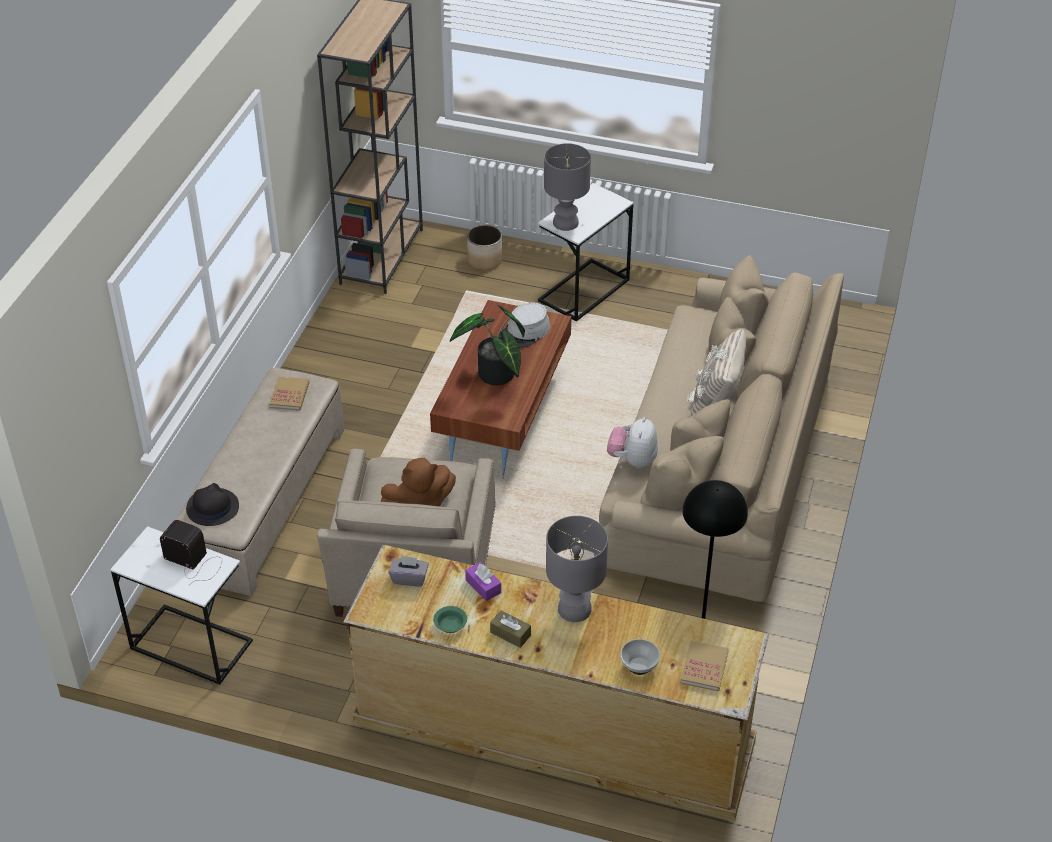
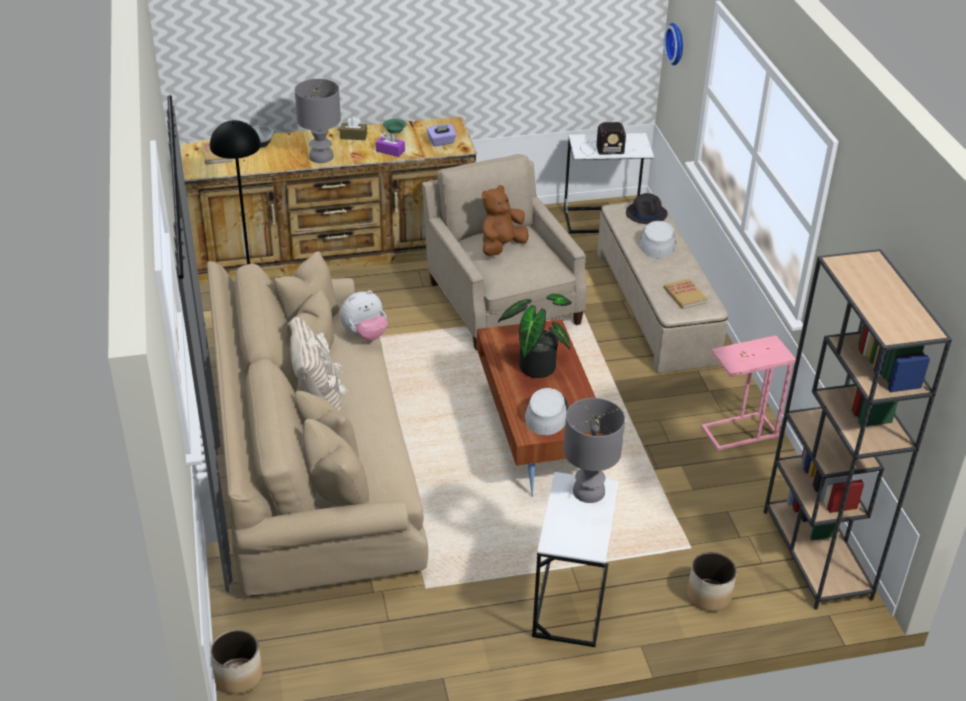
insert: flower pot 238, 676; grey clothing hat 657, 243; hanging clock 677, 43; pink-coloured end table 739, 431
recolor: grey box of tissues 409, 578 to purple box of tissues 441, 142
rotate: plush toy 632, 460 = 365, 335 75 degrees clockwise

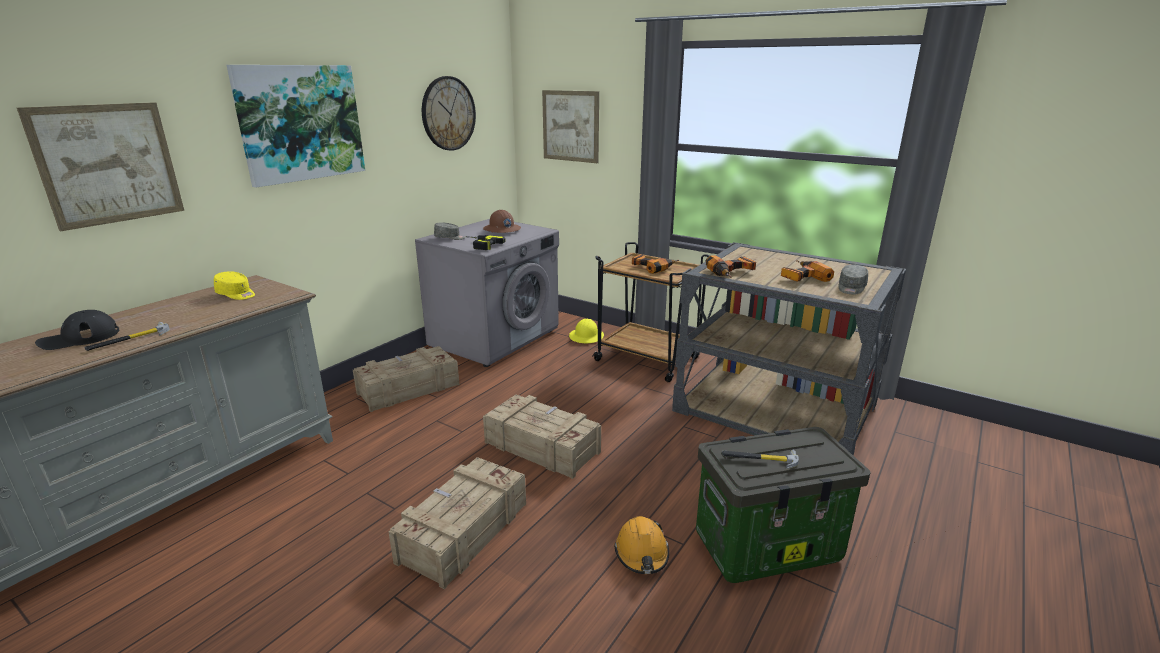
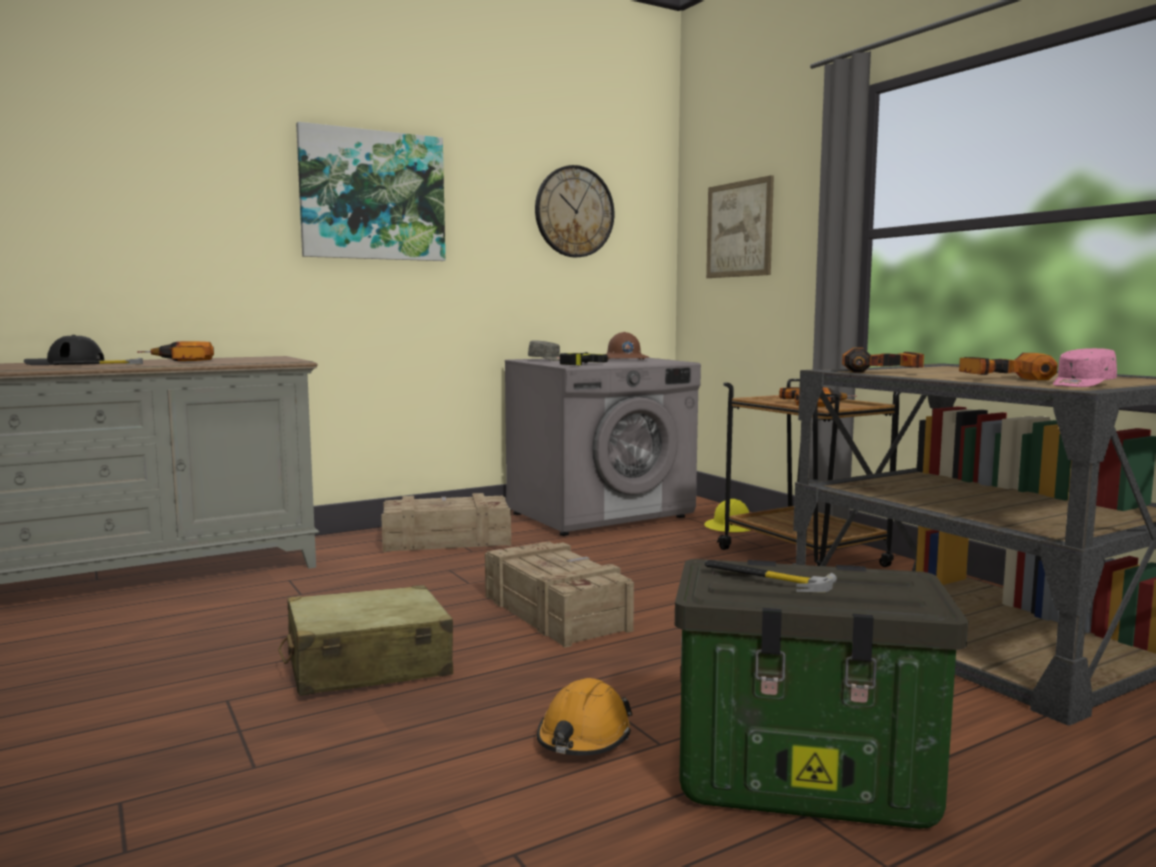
delete: picture 108, 164; yellowish baseball cap 236, 294
insert: power drill 179, 362
replace: packing crate 462, 532 to beige travel case 367, 665
recolor: grey baseball cap 851, 288 to pink-coloured baseball cap 1081, 384

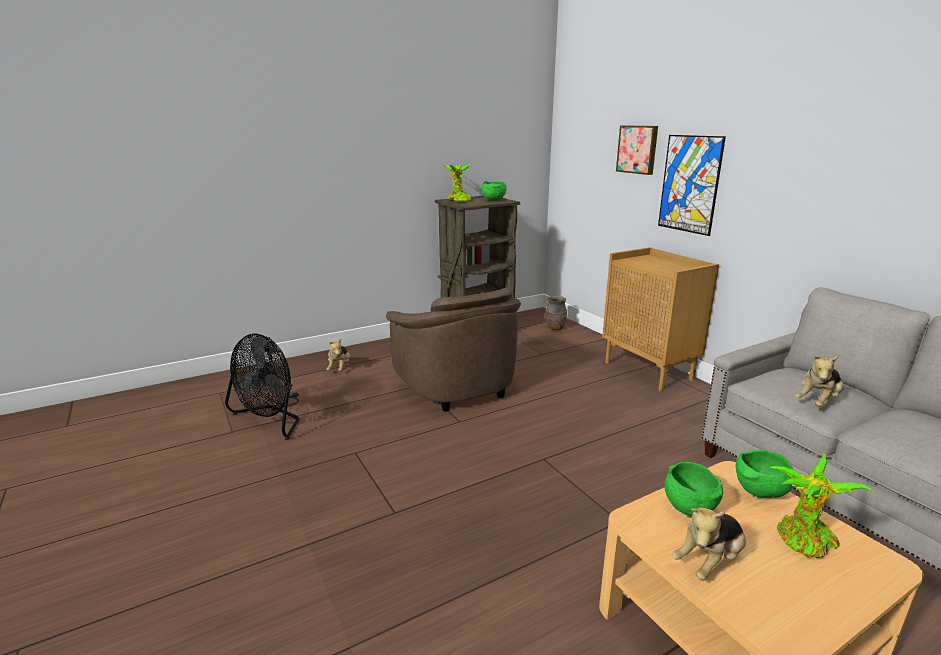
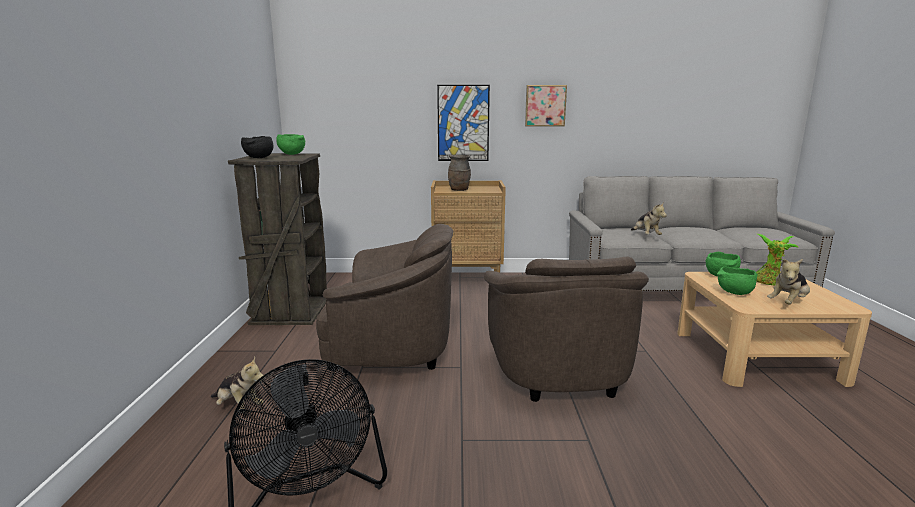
insert: brownish armchair 558, 371
move: brownish decorative vase 555, 328 to 459, 190; picture 638, 149 to 545, 105
replace: potted plant 458, 200 to black bowl 258, 158
rotate: plush toy 709, 561 = 788, 303 60 degrees clockwise

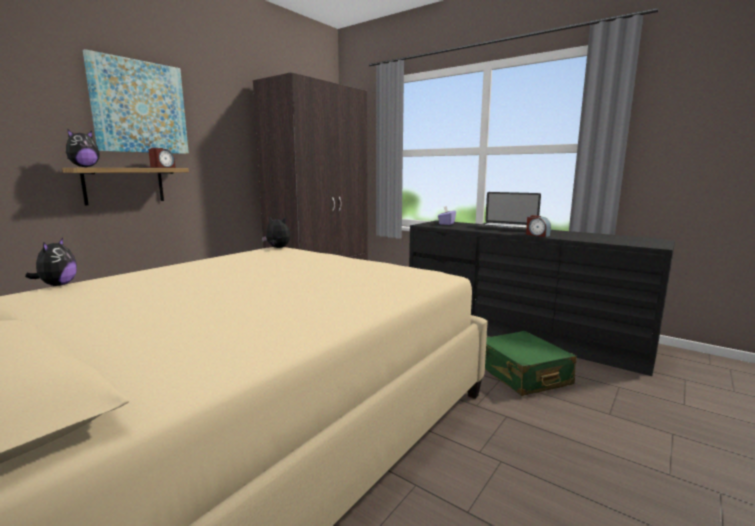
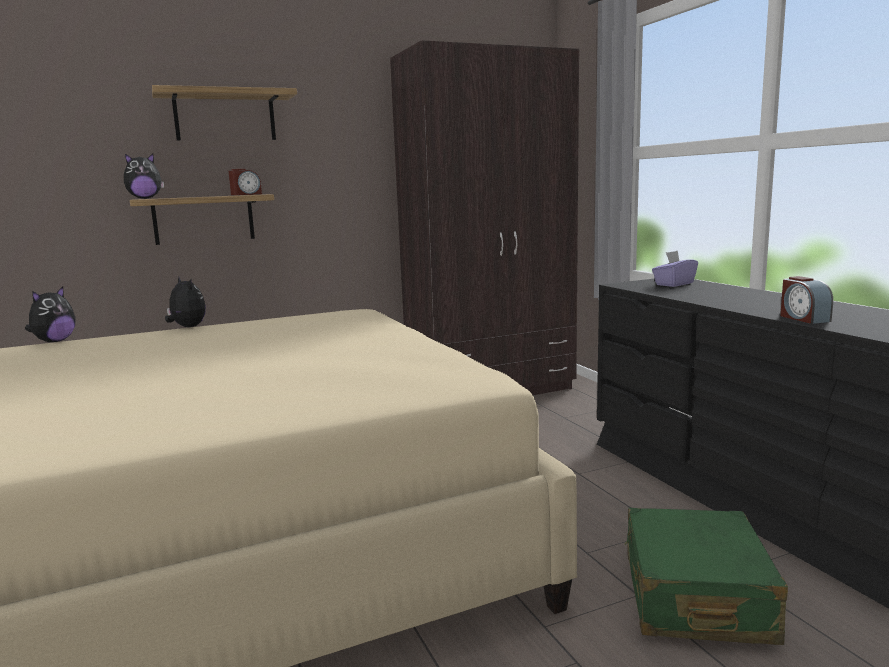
delete: portable computer 507, 228
move: plush toy 277, 248 to 187, 327
replace: picture 139, 107 to bracket shelf 225, 116

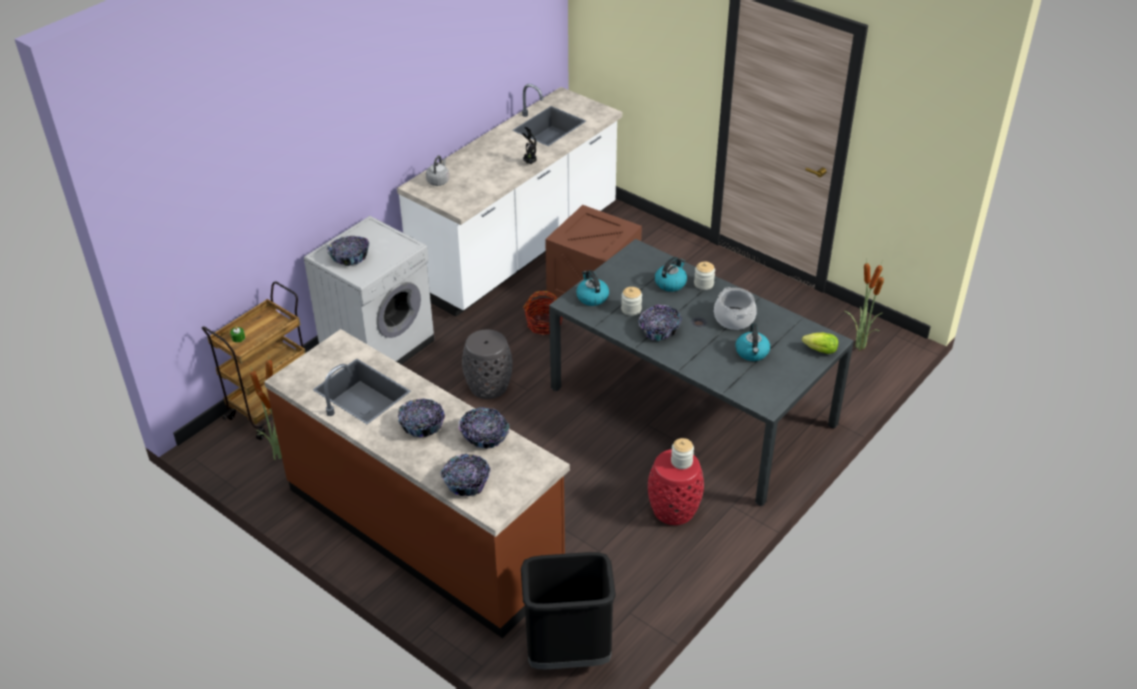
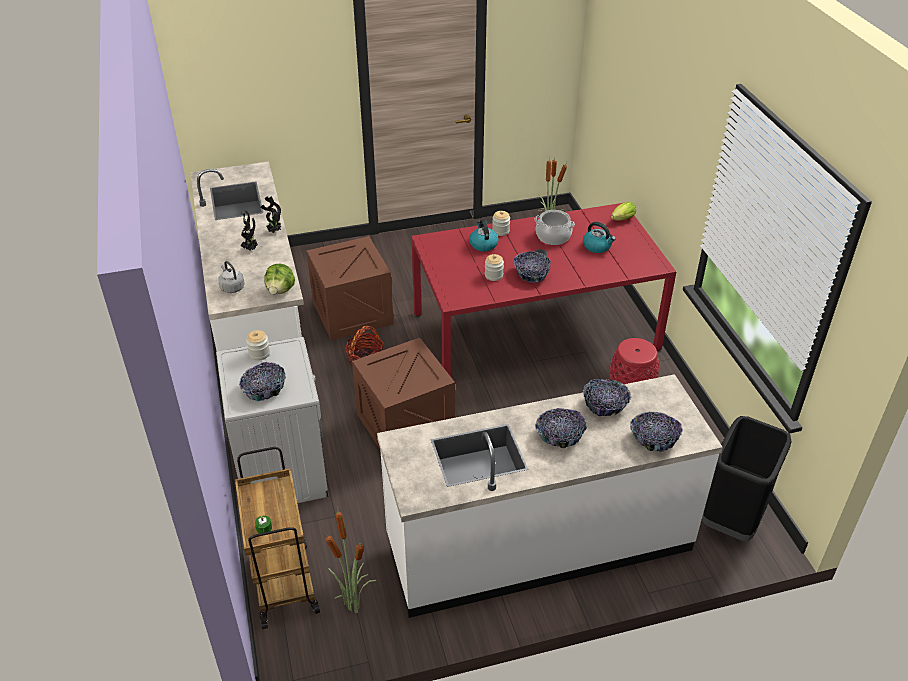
delete: water kettle 592, 297
insert: potted plant 251, 249; head of lettuce 281, 290
move: storage jar 681, 461 to 259, 353
replace: grey sitting stool 489, 386 to packing crate 405, 425
recolor: brownish counter 424, 530 to white-coloured counter 538, 544; grey dinner table 691, 407 to red dinner table 535, 331

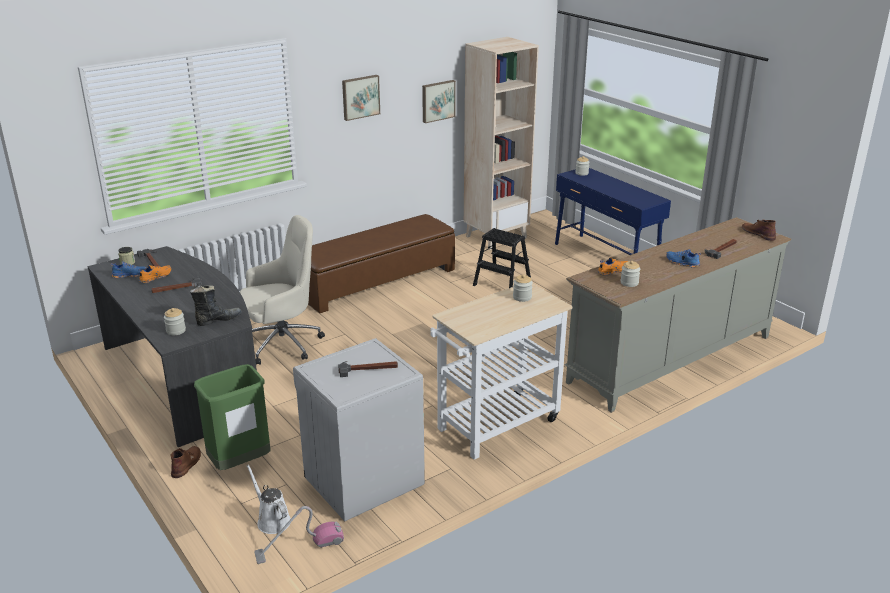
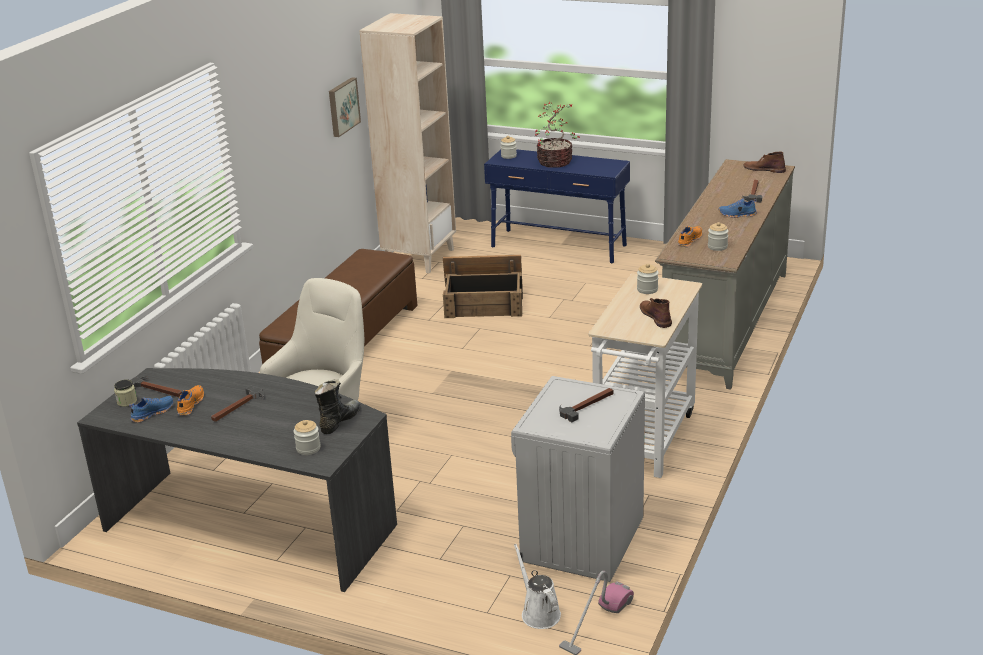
delete: green waste bin 240, 463; picture 360, 97
insert: potted plant 556, 162
move: brownish tall boot 187, 463 to 655, 316
replace: black step stool 502, 282 to packing crate 484, 303
rotate: white-coloured watering can 272, 520 = 538, 613 45 degrees clockwise

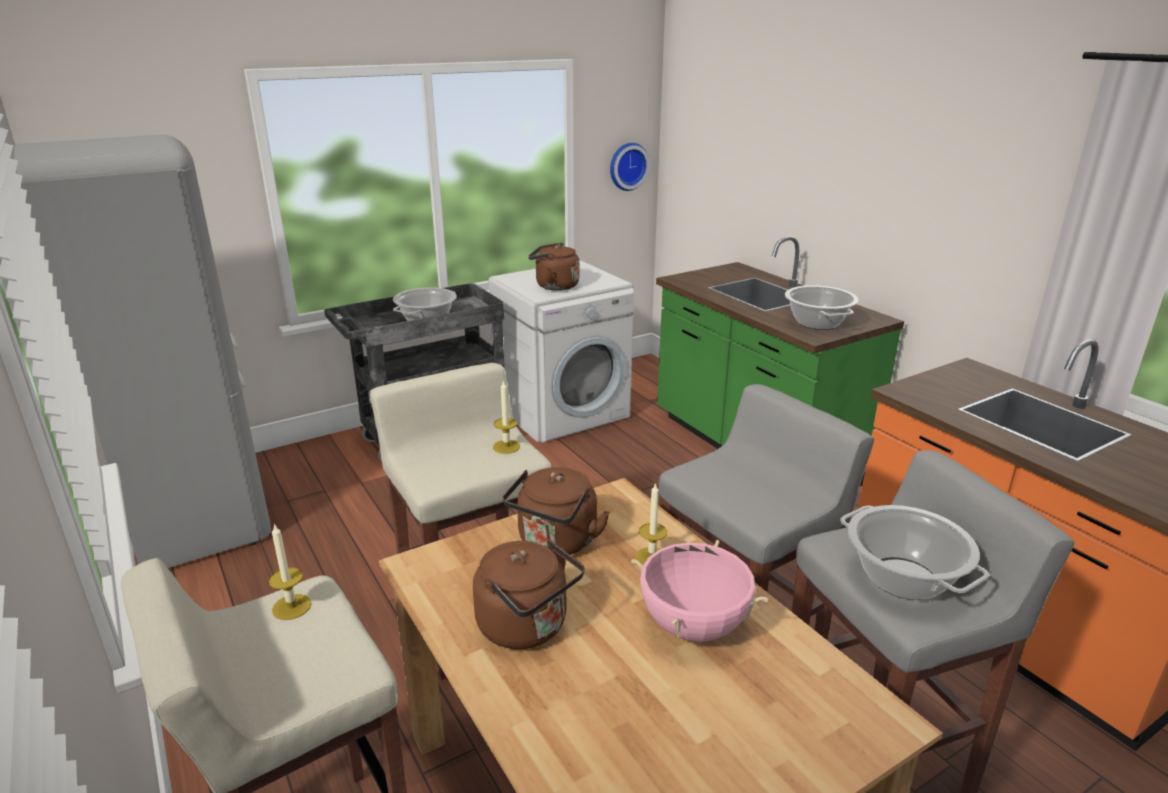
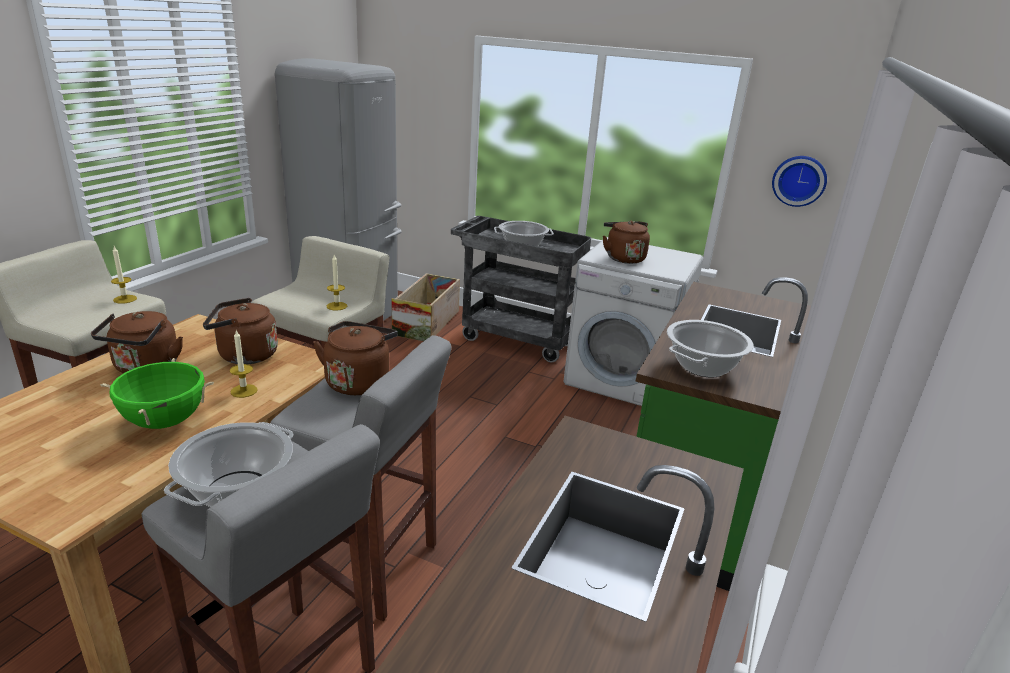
insert: brownish water kettle 358, 381; packing crate 427, 322
recolor: pink-coloured saucepot 693, 626 to green saucepot 165, 421

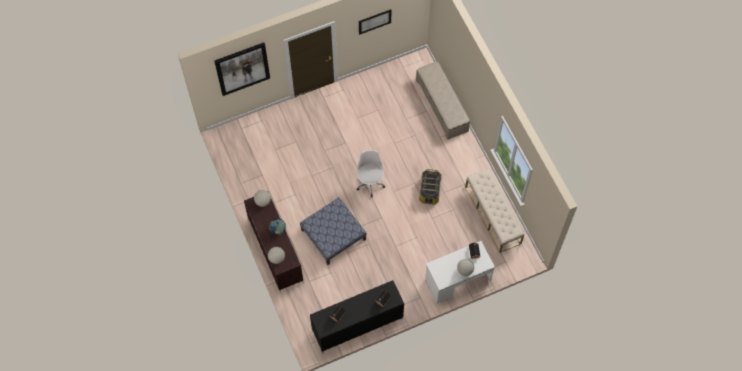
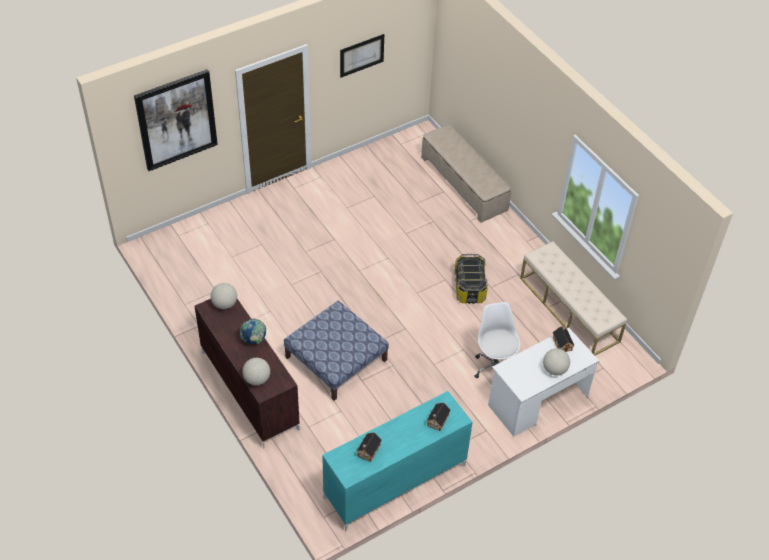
move: white-coloured desk chair 370, 184 to 494, 367
recolor: black drawer chest 357, 325 to turquoise-coloured drawer chest 395, 482

